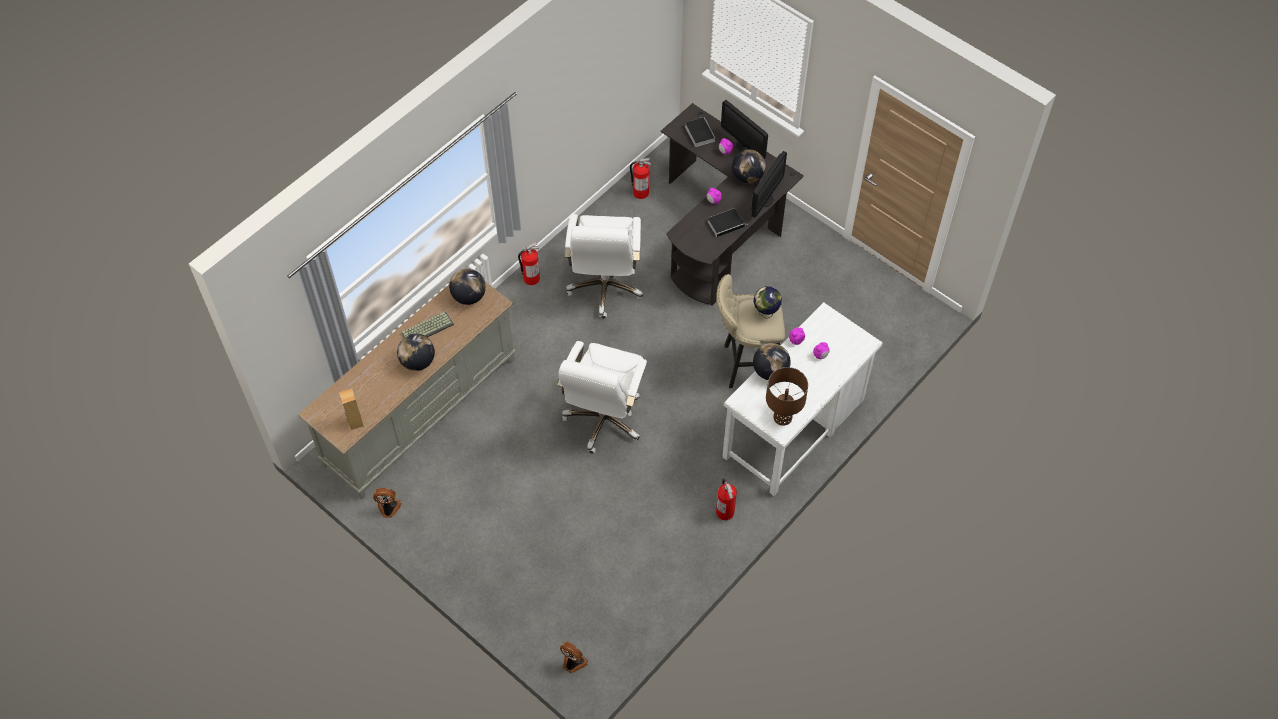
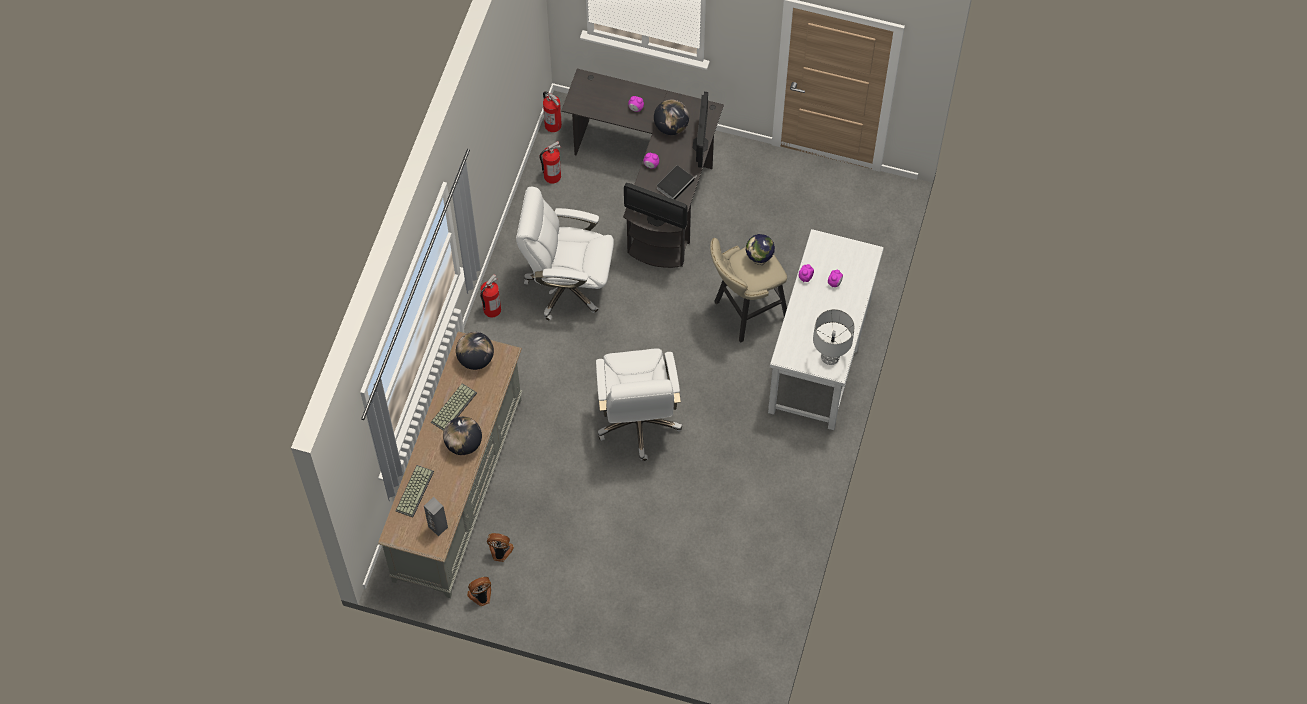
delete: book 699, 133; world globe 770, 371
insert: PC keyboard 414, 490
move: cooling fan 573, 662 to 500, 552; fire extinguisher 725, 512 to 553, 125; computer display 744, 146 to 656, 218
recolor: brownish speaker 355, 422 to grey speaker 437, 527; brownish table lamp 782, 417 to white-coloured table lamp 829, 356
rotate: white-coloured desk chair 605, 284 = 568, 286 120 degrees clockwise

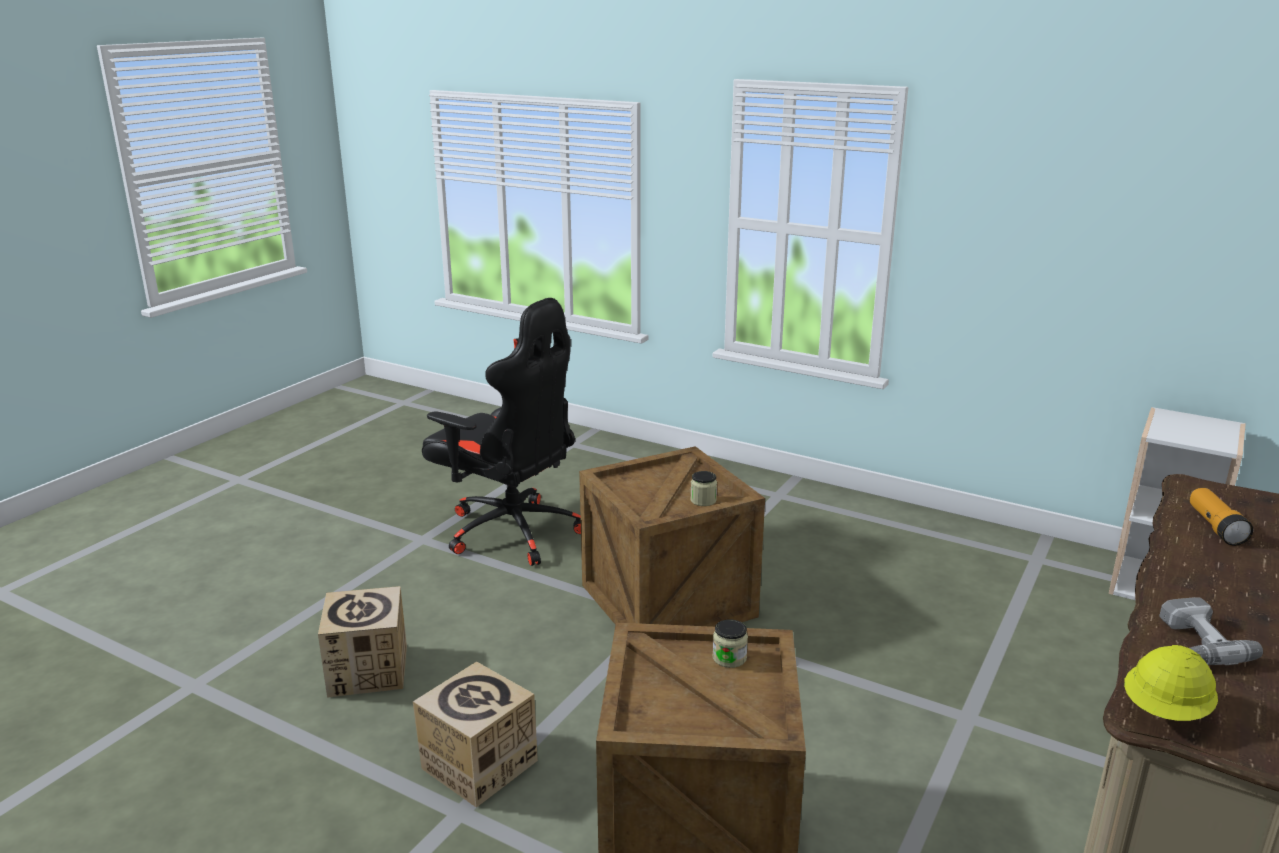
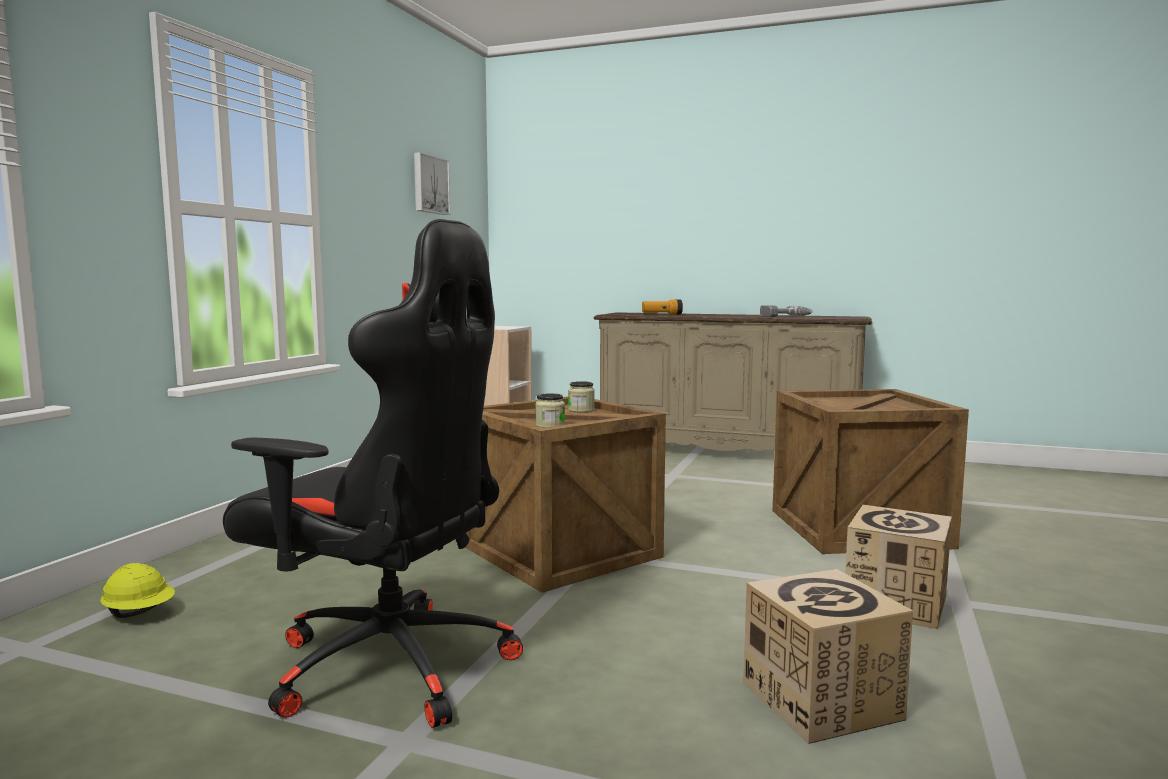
insert: picture 429, 185
move: yellowish hard hat 1165, 712 to 140, 614; storage jar 729, 658 to 550, 426
rotate: black desk chair 505, 529 = 377, 663 90 degrees clockwise

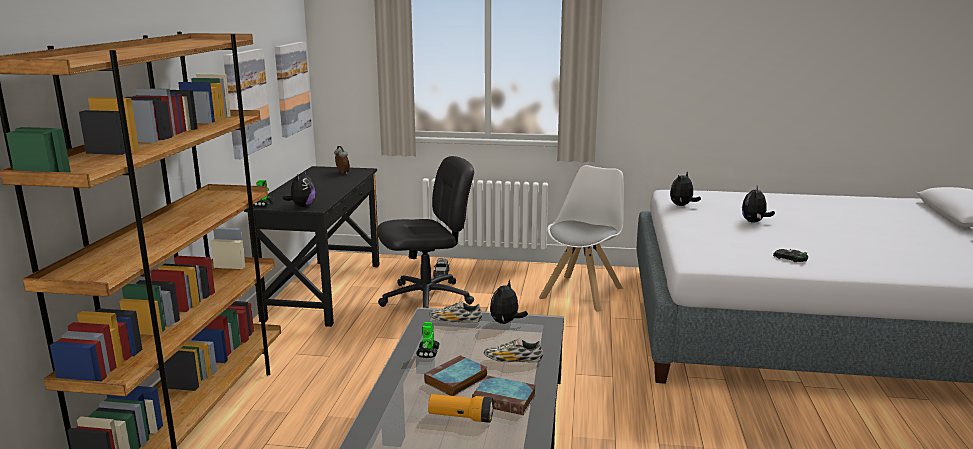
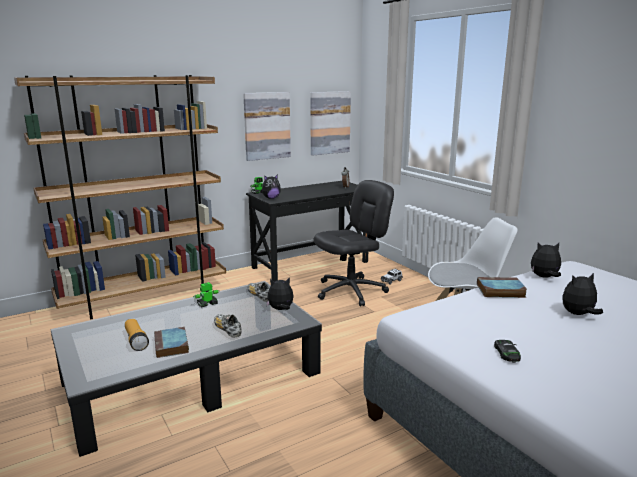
move: book 455, 380 to 499, 291
rotate: black desk chair 426, 298 = 351, 291 60 degrees counterclockwise

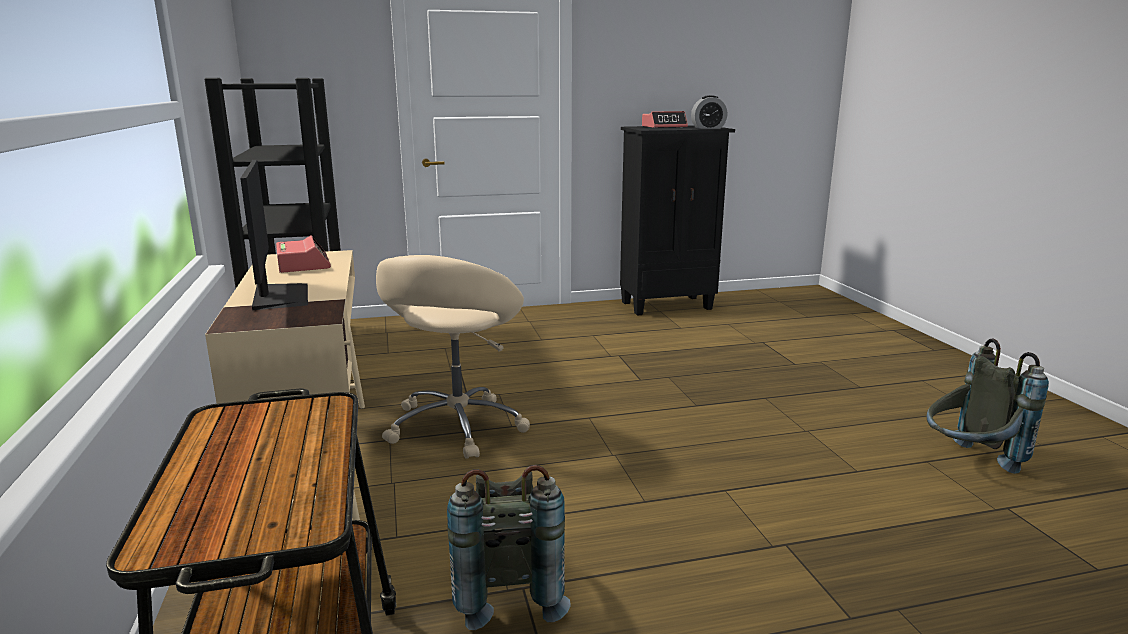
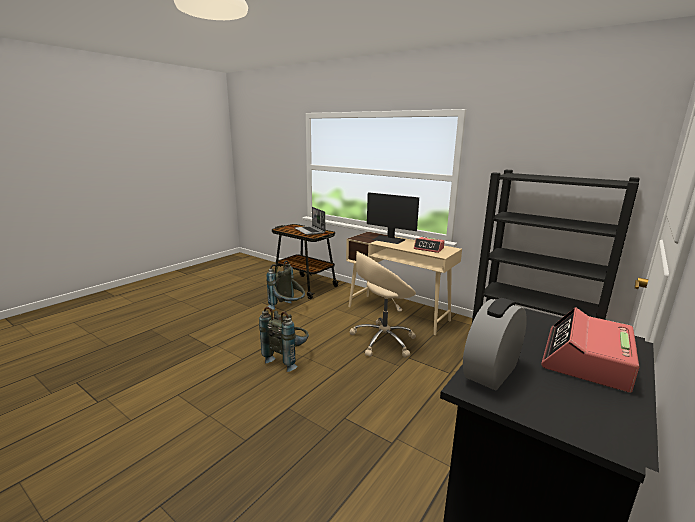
insert: portable computer 310, 231
move: grey backpack 968, 463 to 287, 359
rotate: beige desk chair 455, 428 = 381, 341 90 degrees counterclockwise

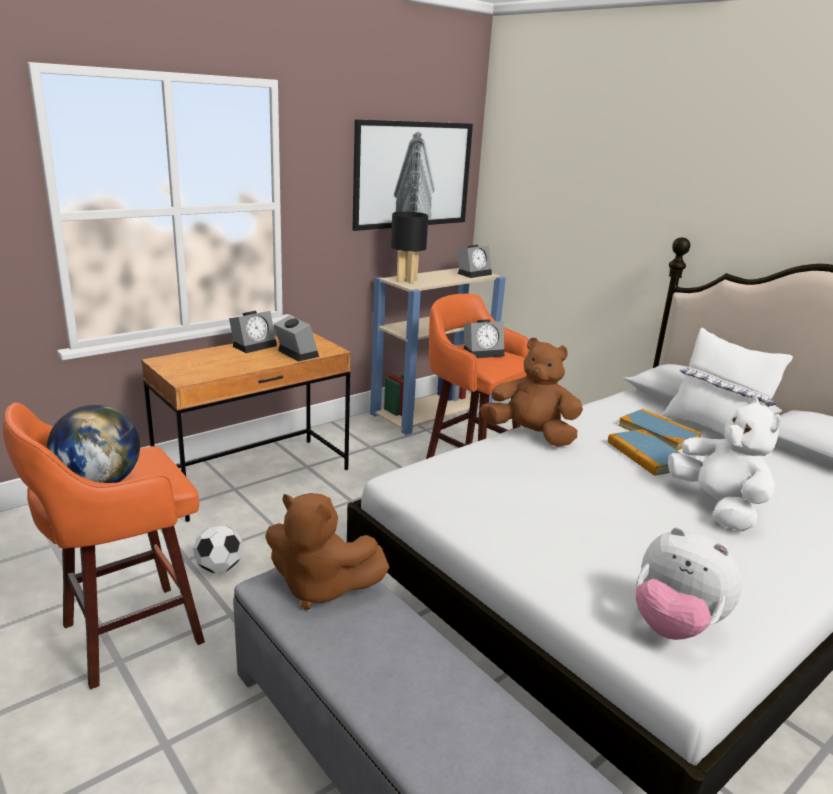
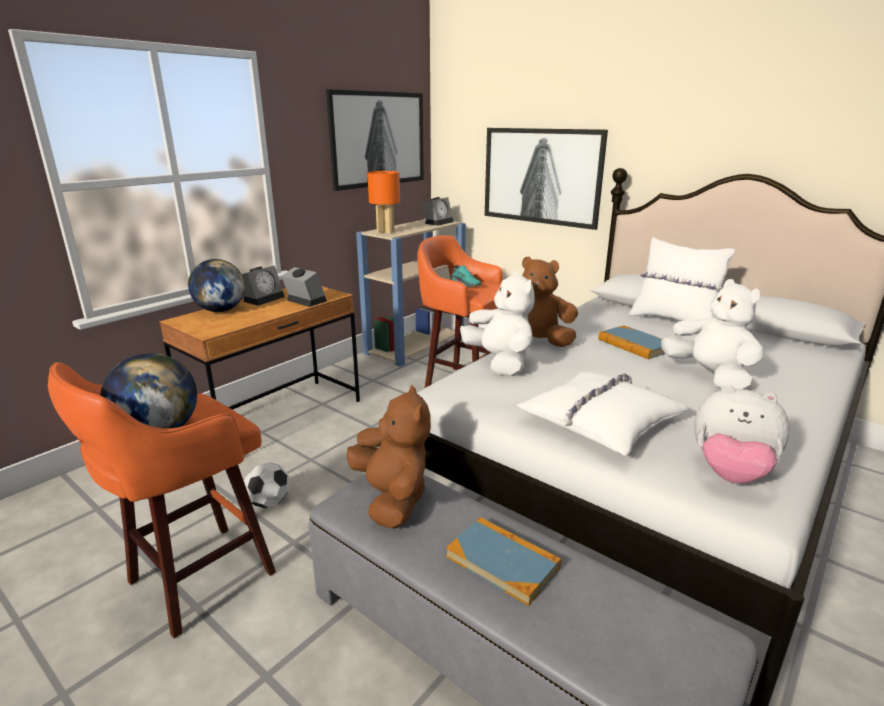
insert: world globe 220, 310; white-coloured plush toy 500, 363; picture 541, 176; white-coloured pillow 600, 421
move: book 658, 432 to 502, 562
replace: bedside clock 483, 352 to turquoise-coloured shoe 466, 283
recolor: black table lamp 407, 281 to orange-coloured table lamp 385, 232
rotate: brownish plush toy 320, 587 = 392, 498 120 degrees counterclockwise

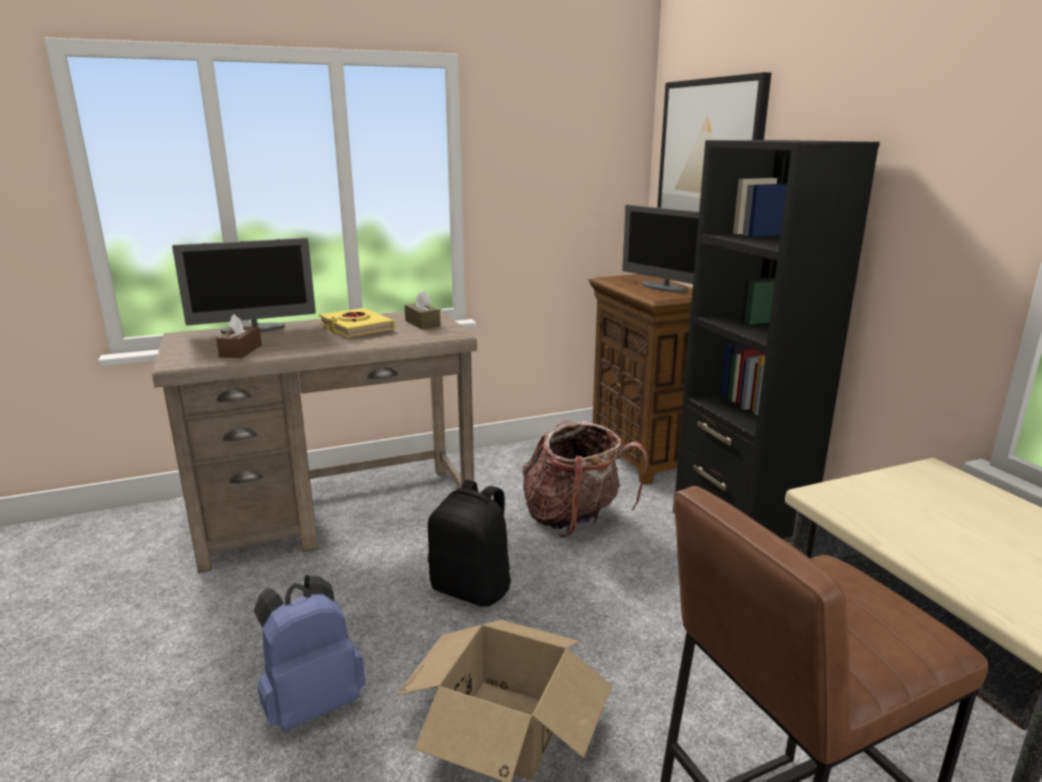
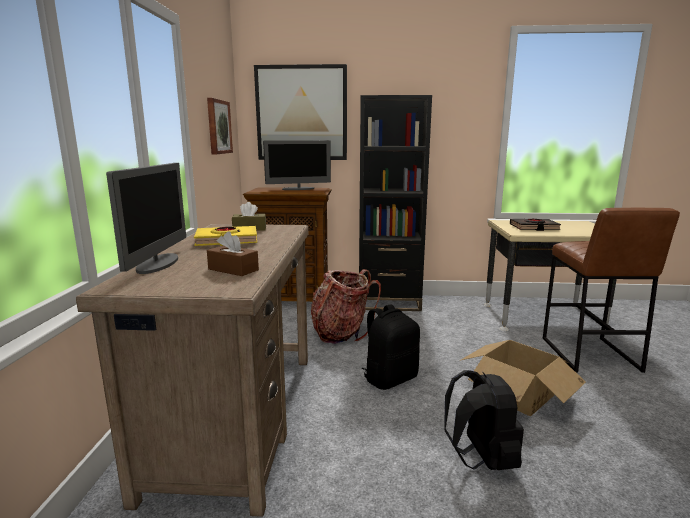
insert: picture 218, 127; black book 534, 227
recolor: bluish backpack 312, 702 to black backpack 481, 459

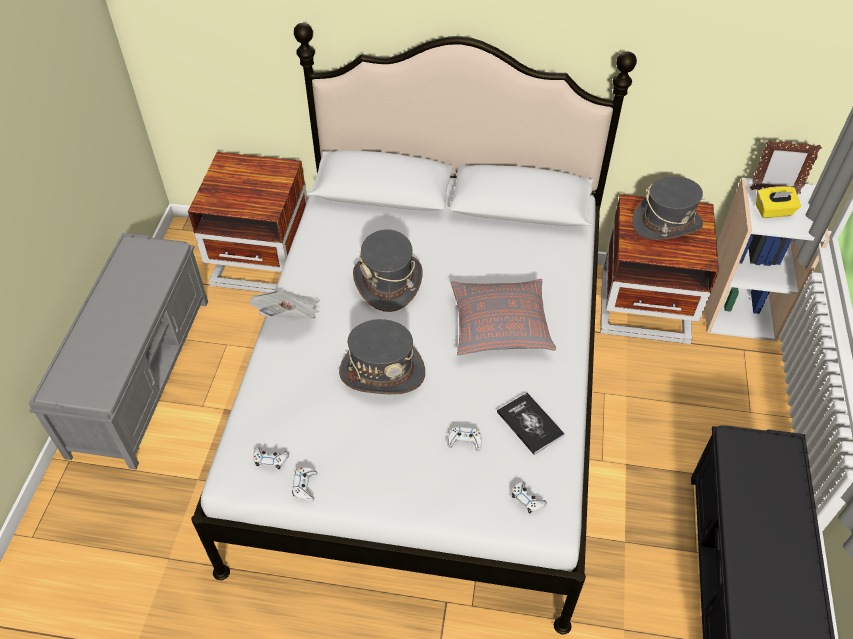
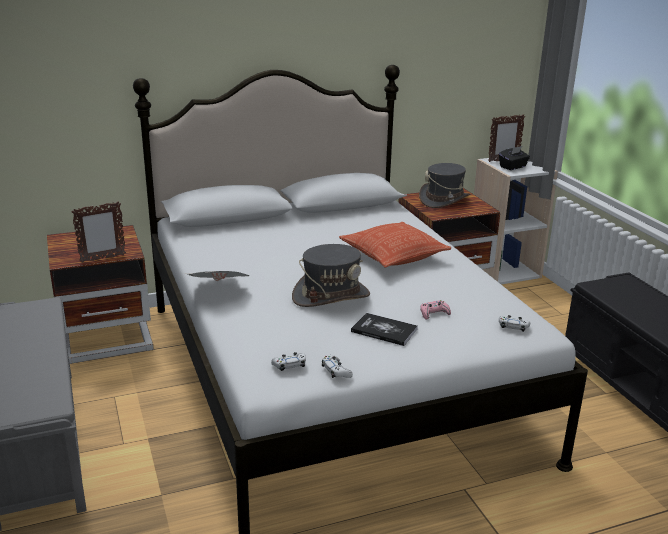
delete: grey clothing hat 388, 282
insert: standing frame 102, 258
move: book 530, 424 to 384, 330
recolor: grey pillow 500, 326 to orange-coloured pillow 393, 256; white-coloured game controller 464, 441 to pink-coloured game controller 434, 313; yellowish box of tissues 773, 211 to black box of tissues 513, 167

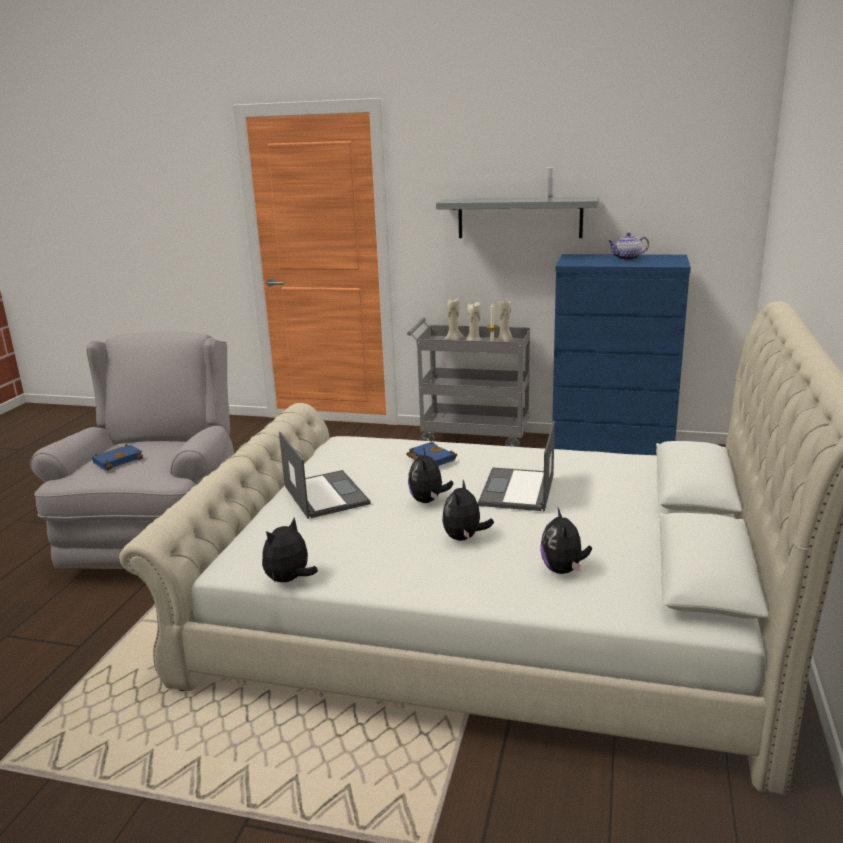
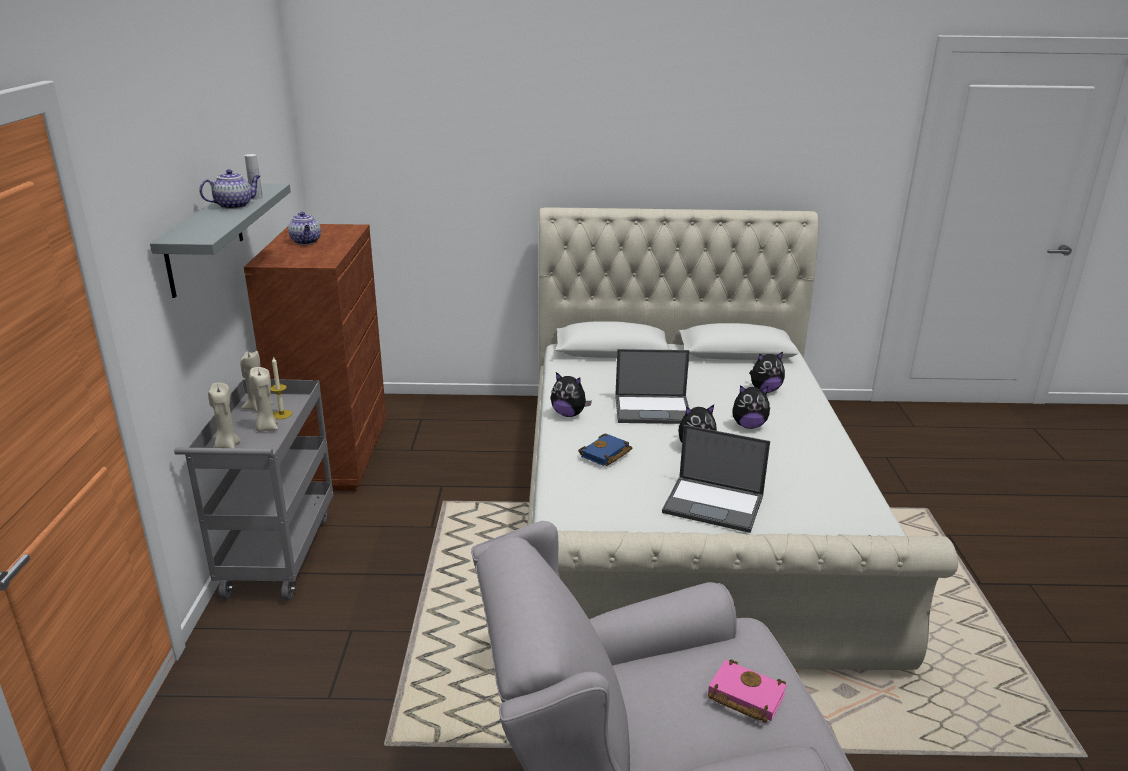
insert: pot for tea 234, 205
move: plush toy 289, 580 to 569, 414
recolor: bluish drawer chest 613, 452 to brownish drawer chest 336, 455; bluish book 118, 460 to pink-coloured book 743, 696
rotate: portable computer 325, 494 = 714, 504 120 degrees counterclockwise

